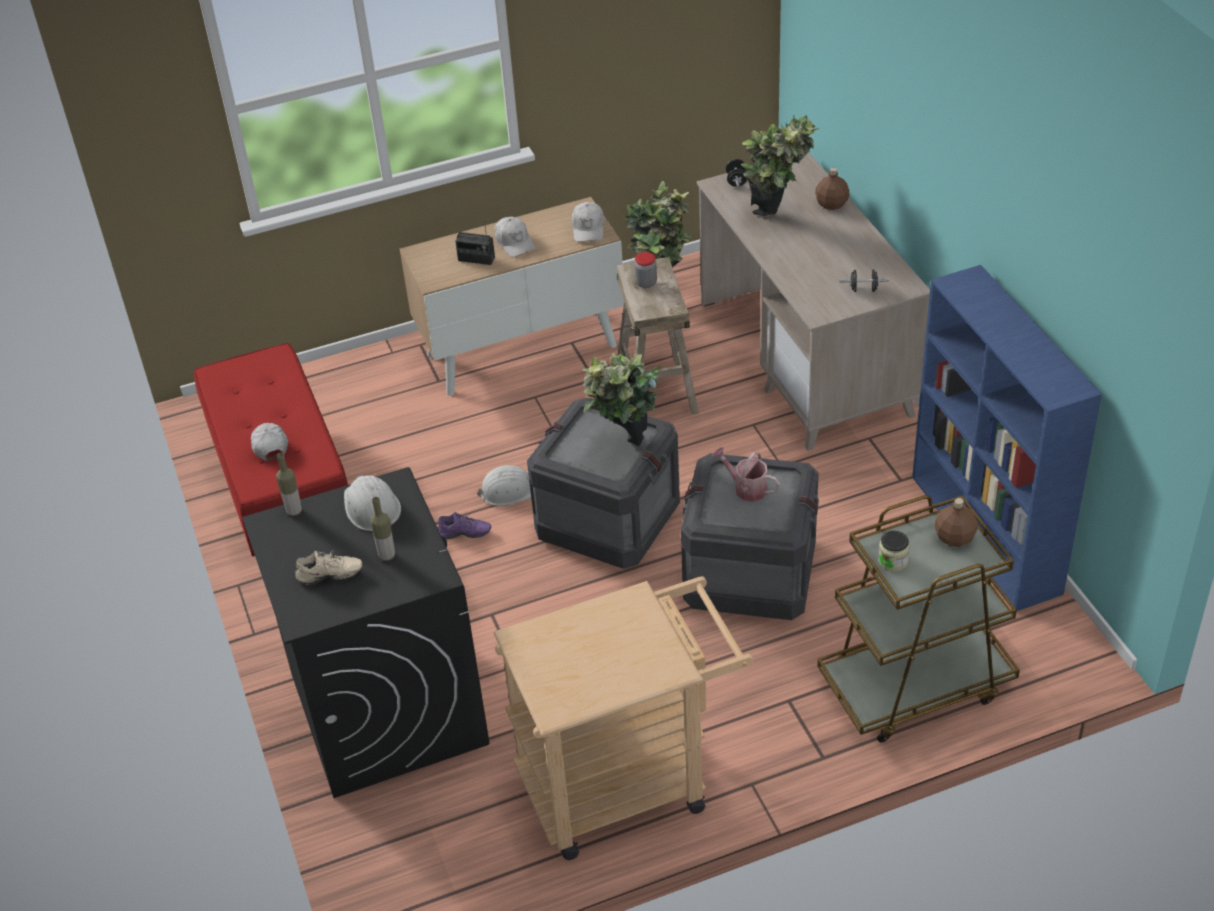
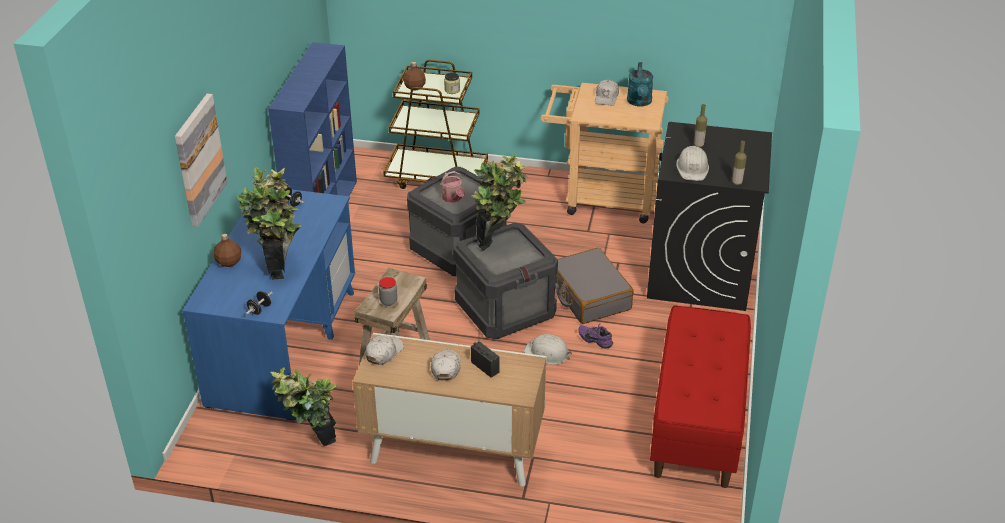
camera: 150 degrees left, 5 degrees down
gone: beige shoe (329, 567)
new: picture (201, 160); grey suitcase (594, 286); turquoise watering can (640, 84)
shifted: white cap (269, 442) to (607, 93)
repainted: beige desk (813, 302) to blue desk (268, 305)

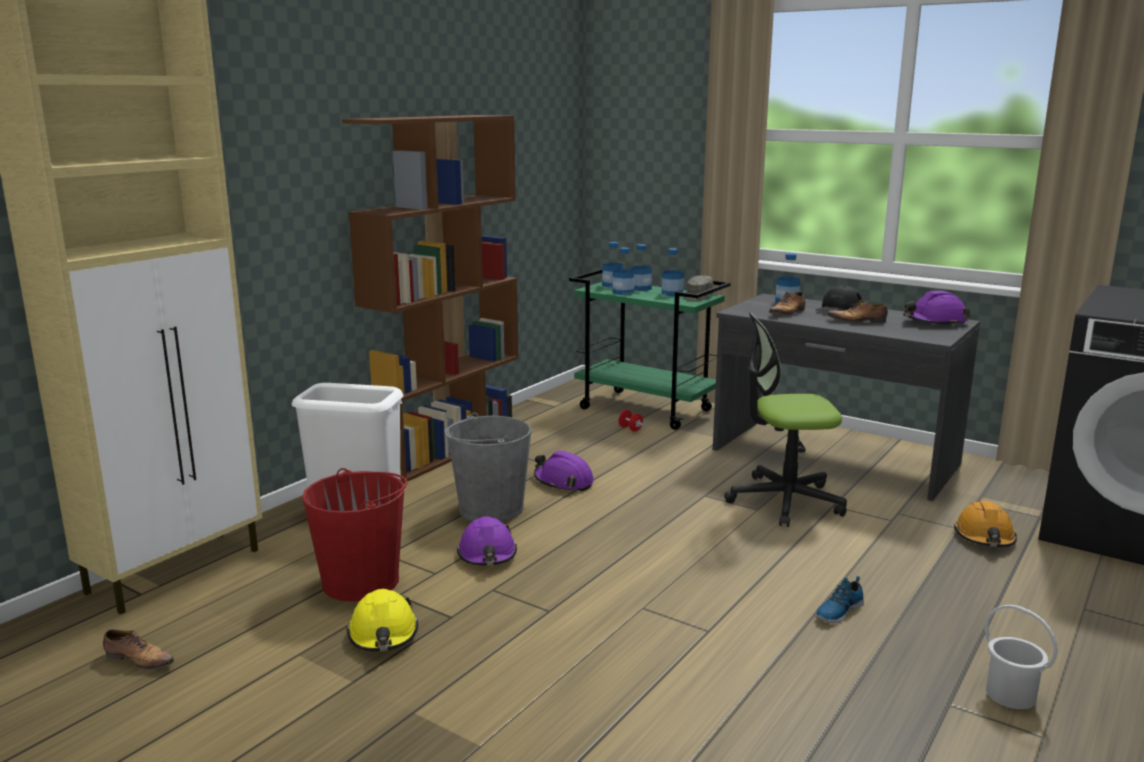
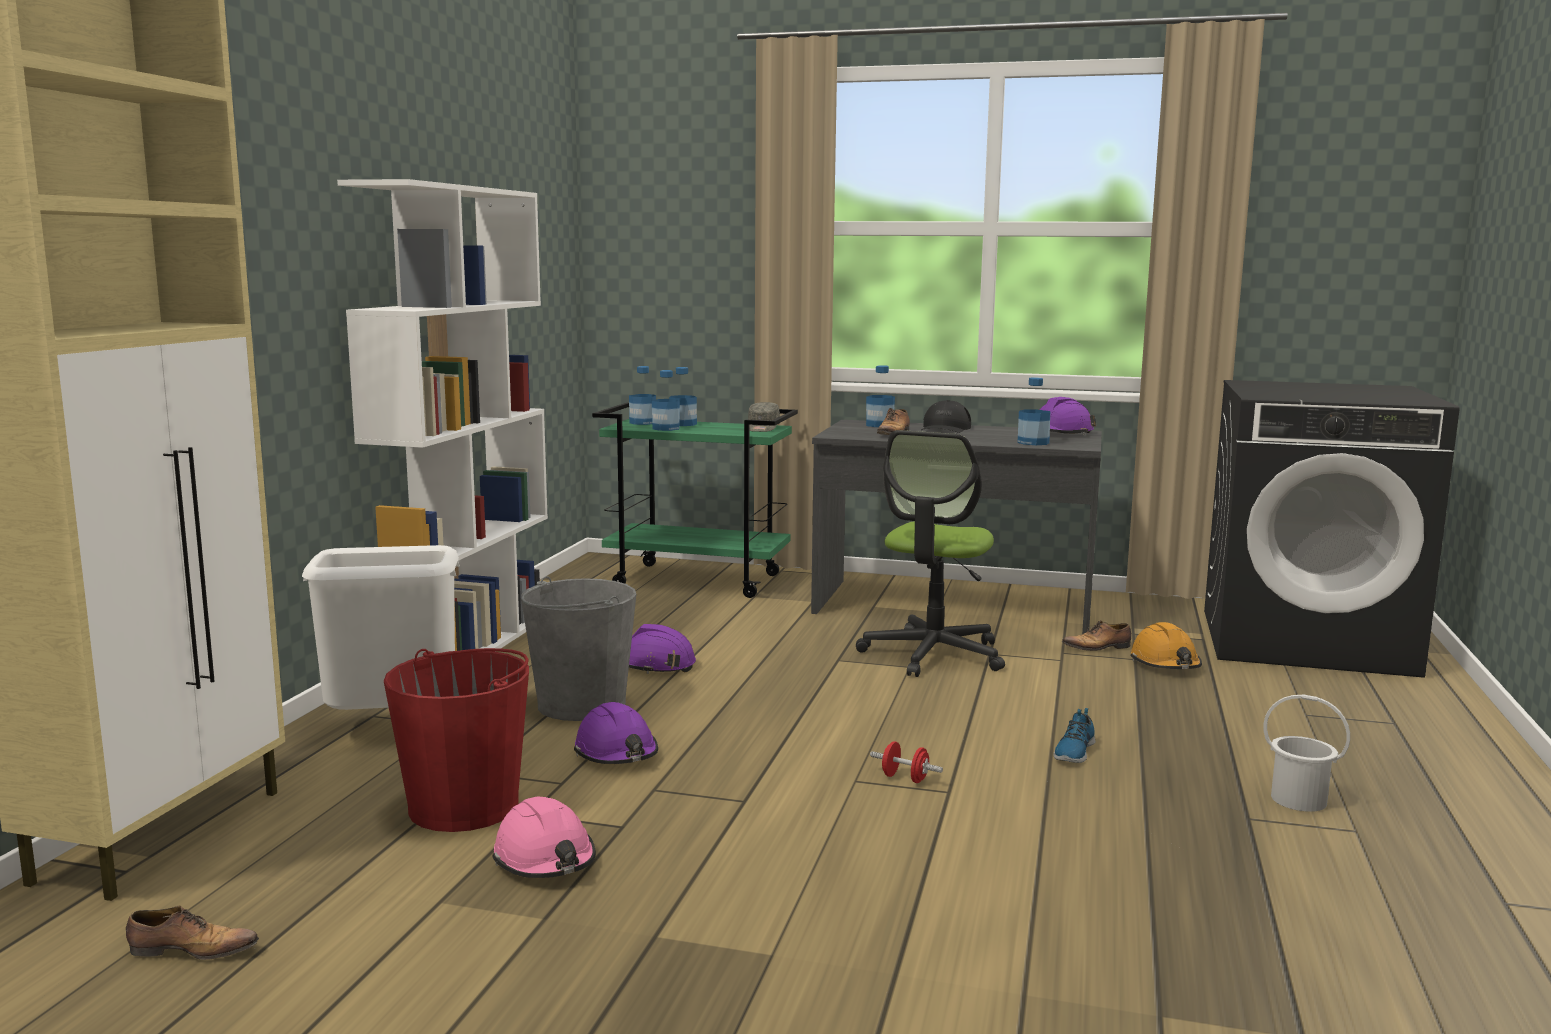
camera: 20 degrees left, 5 degrees down
shifted: red dumbbell (631, 421) to (906, 762); bottle (673, 272) to (1033, 411); shoe (857, 311) to (1096, 635)
repainted: brown bookcase (430, 299) to white bookcase (442, 415); yellow hard hat (382, 620) to pink hard hat (544, 837)
rotated: office chair (785, 419) = (930, 553) 45 degrees counterclockwise

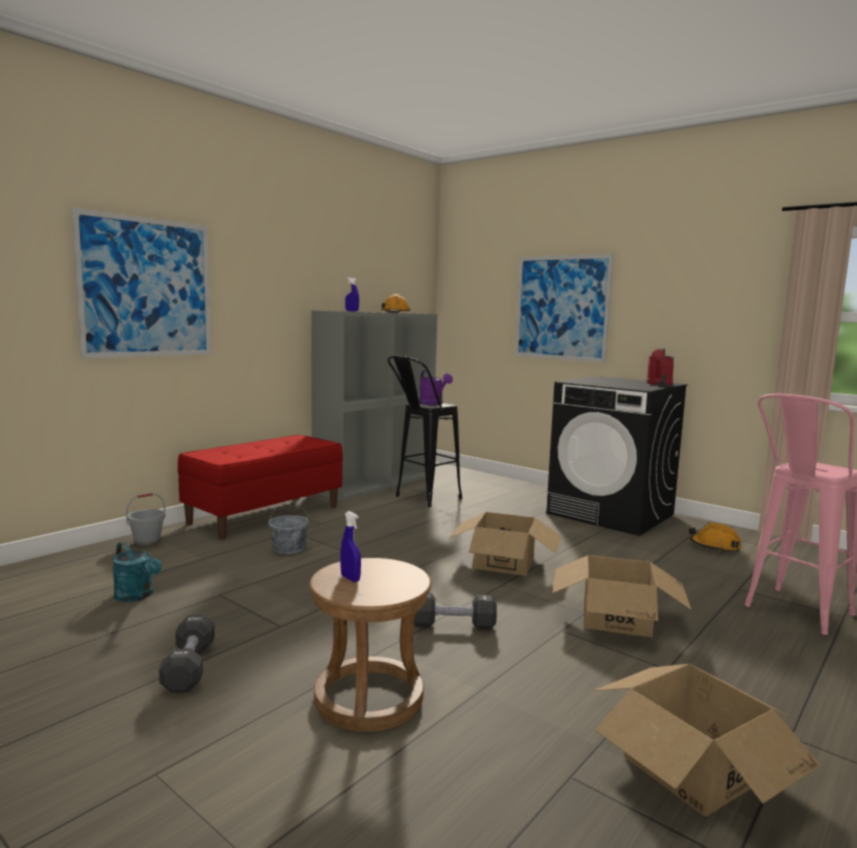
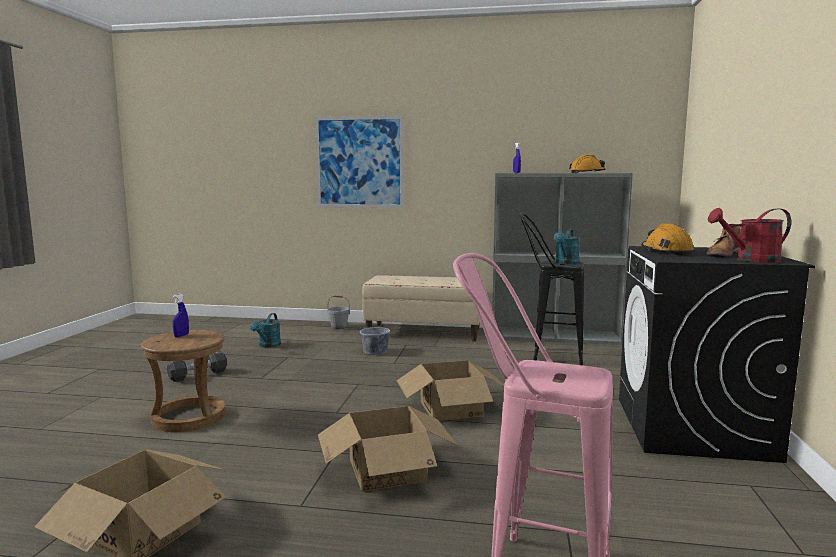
camera: 60 degrees right, 0 degrees up
gone: black dumbbell (455, 611); picture (564, 308)
new: brown boot (724, 240)
shifted: orange hard hat (715, 537) to (668, 239)
repainted: red bench (260, 487) to beige bench (422, 308); purple watering can (436, 387) to turquoise watering can (566, 246)

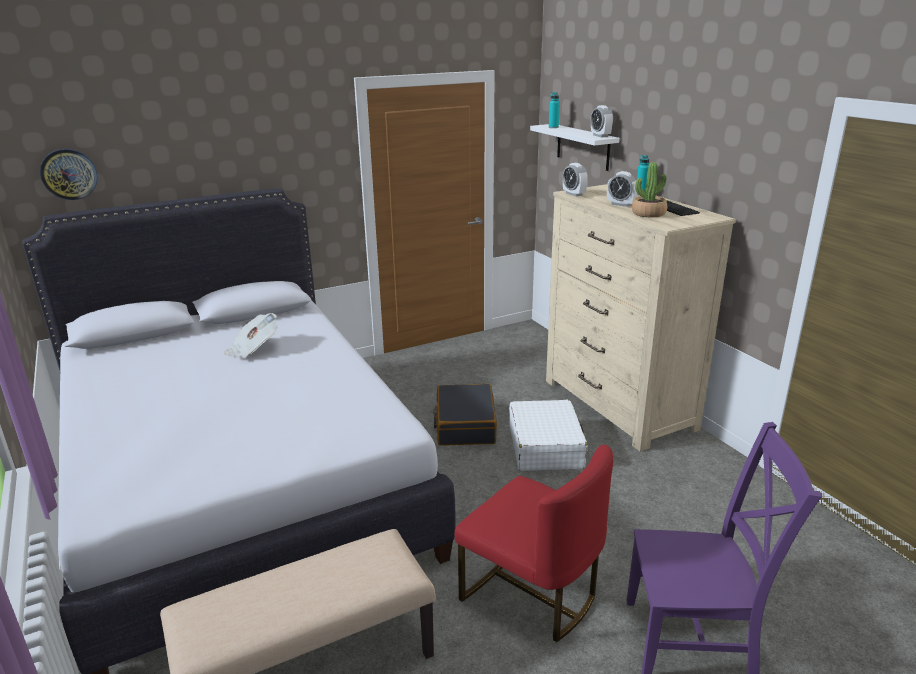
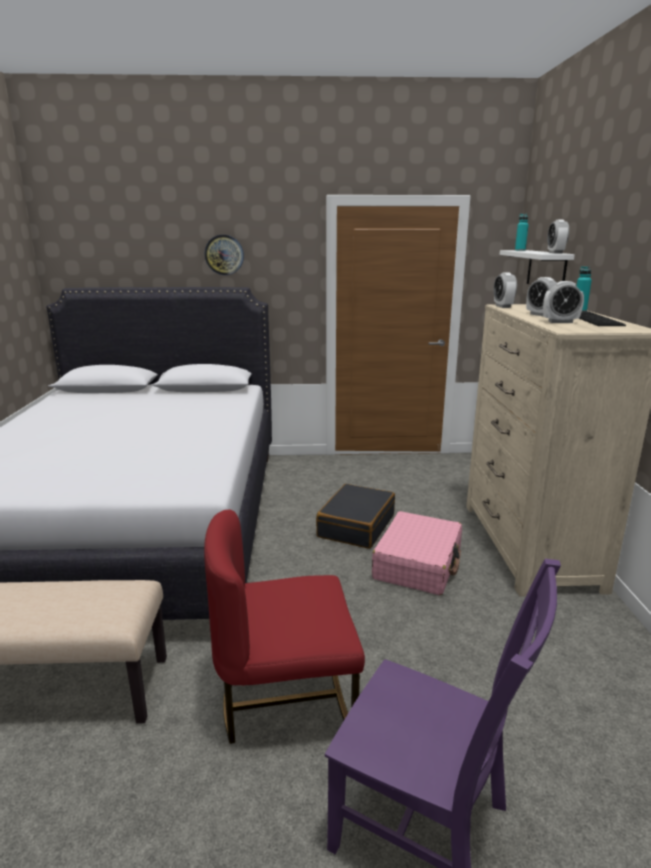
camera: 25 degrees right, 5 degrees down
gone: newspaper (250, 335)
shifted: wall clock (69, 174) to (224, 255)
swapped: potted plant (649, 189) to alarm clock (563, 302)
repainted: white suitcase (548, 435) to pink suitcase (417, 553)
rotated: red chair (534, 543) = (284, 627) 105 degrees clockwise

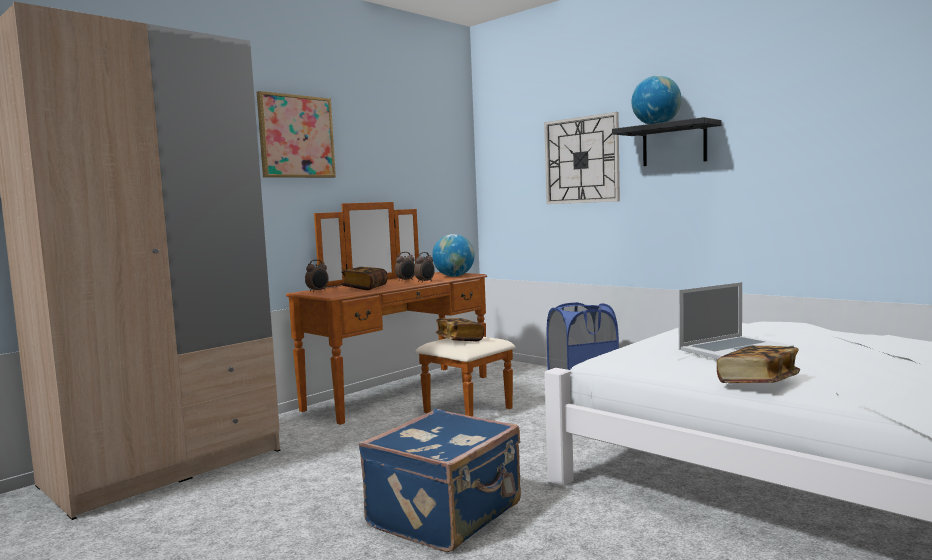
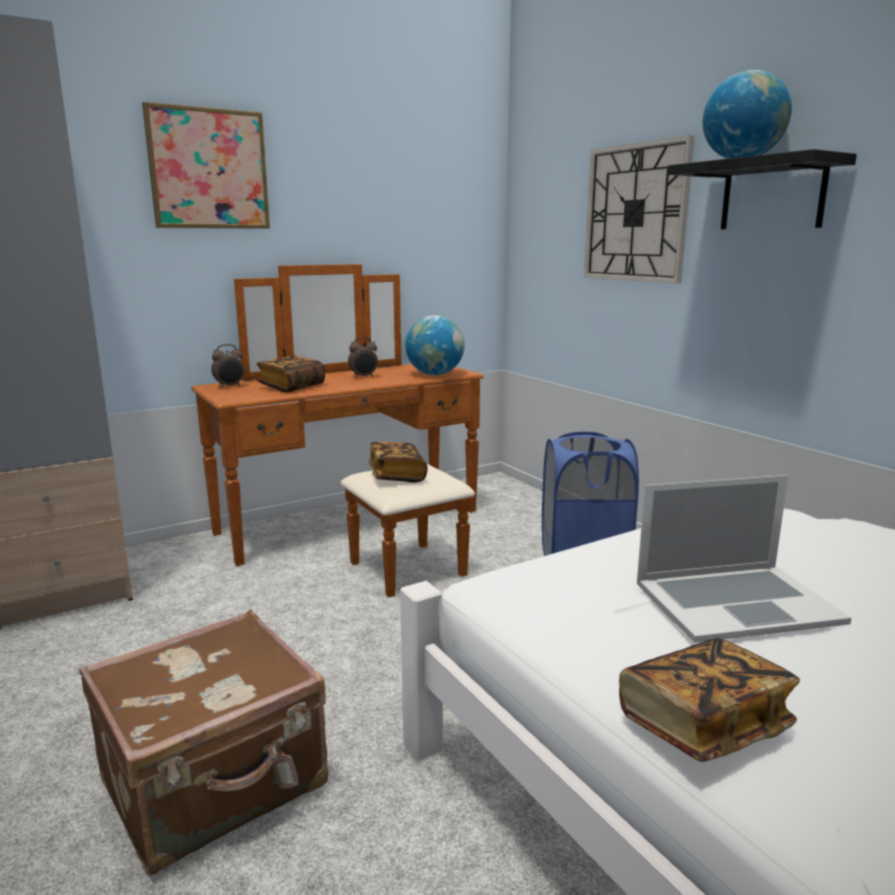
camera: 15 degrees right, 10 degrees up
gone: alarm clock (424, 267)
repainted: blue suitcase (440, 480) to brown suitcase (203, 742)

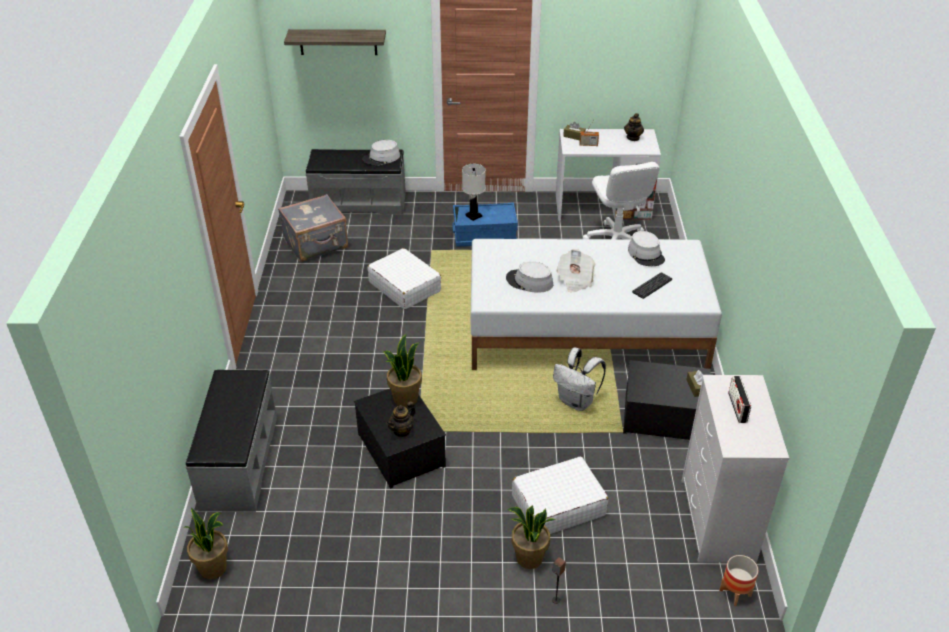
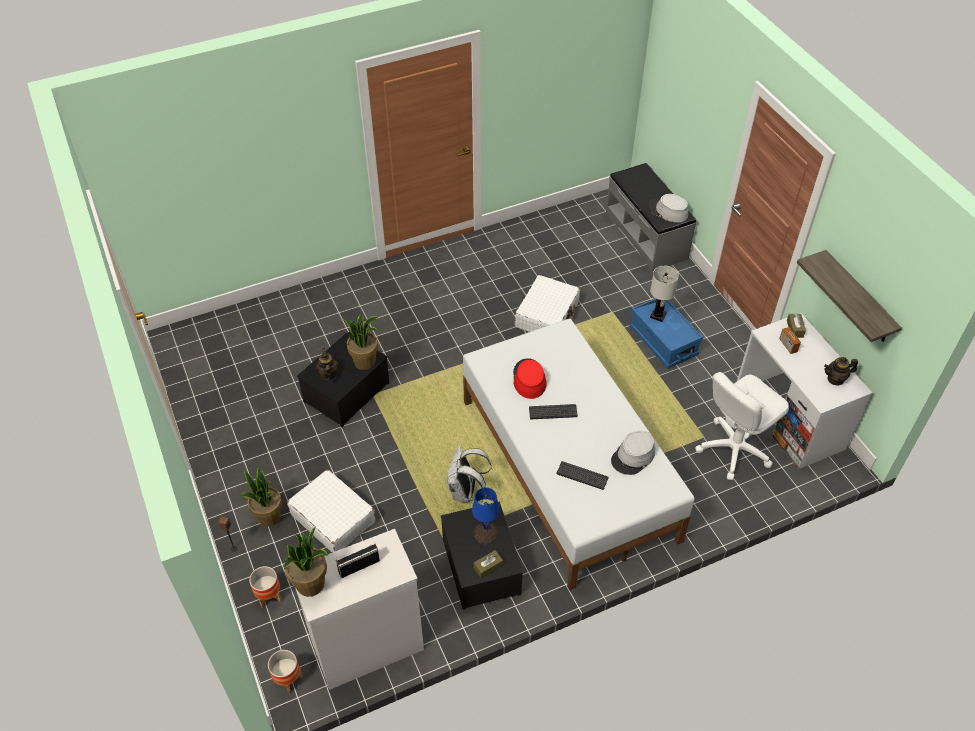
camera: 65 degrees right, 10 degrees up
gone: grey bench (231, 441); grey suitcase (313, 228)
new: planter (265, 587); blue table lamp (486, 516)
shifted: potted plant (206, 543) to (306, 562); shelf (335, 42) to (849, 296)
swapped: newspaper (575, 271) to keyboard (553, 411)
repainted: grey hat (529, 277) to red hat (530, 378)
rotated: teapot (401, 419) = (327, 364) 60 degrees clockwise

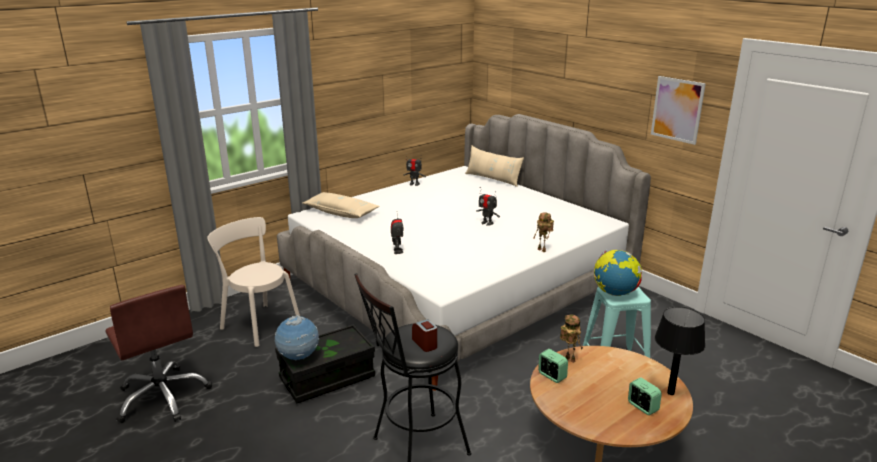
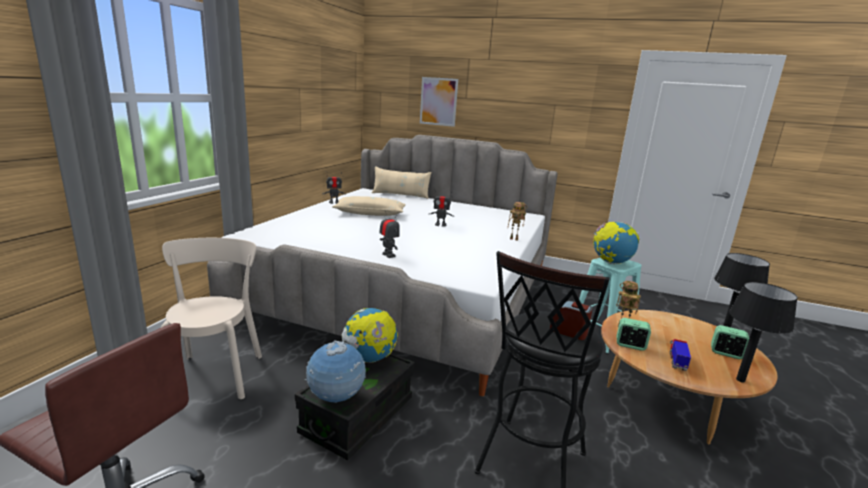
camera: 30 degrees left, 5 degrees down
new: globe (370, 335); toy truck (680, 355); black table lamp (763, 332)
shifted: beige pillow (341, 205) to (369, 206); picture (678, 110) to (439, 102)
rotated: beige chair (253, 282) = (211, 318) 75 degrees clockwise

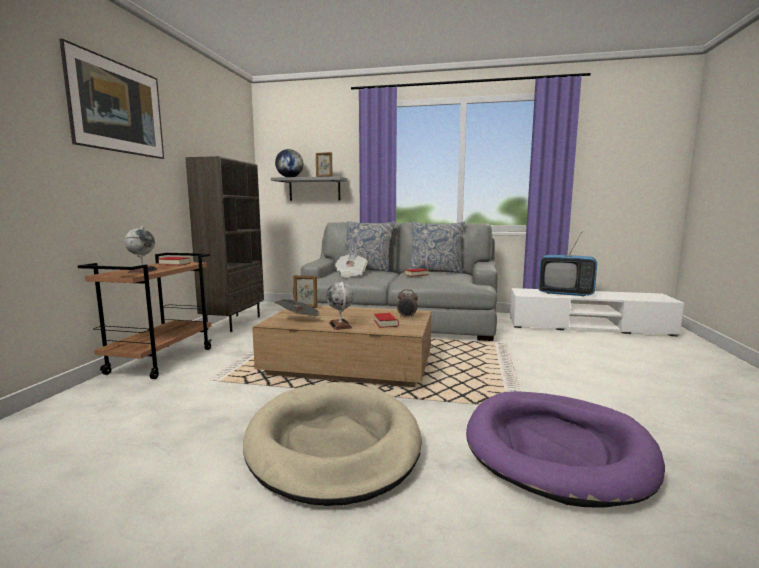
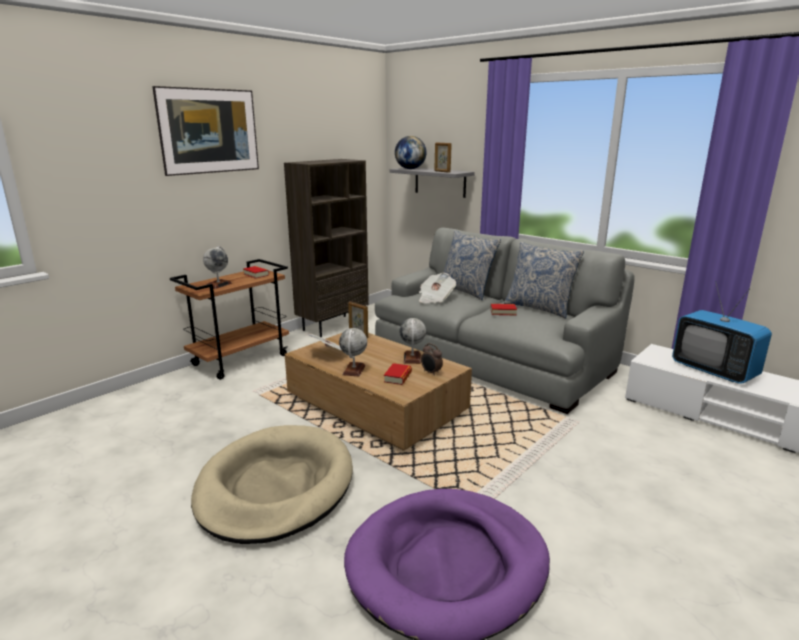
camera: 30 degrees right, 10 degrees up
new: globe (412, 341)

